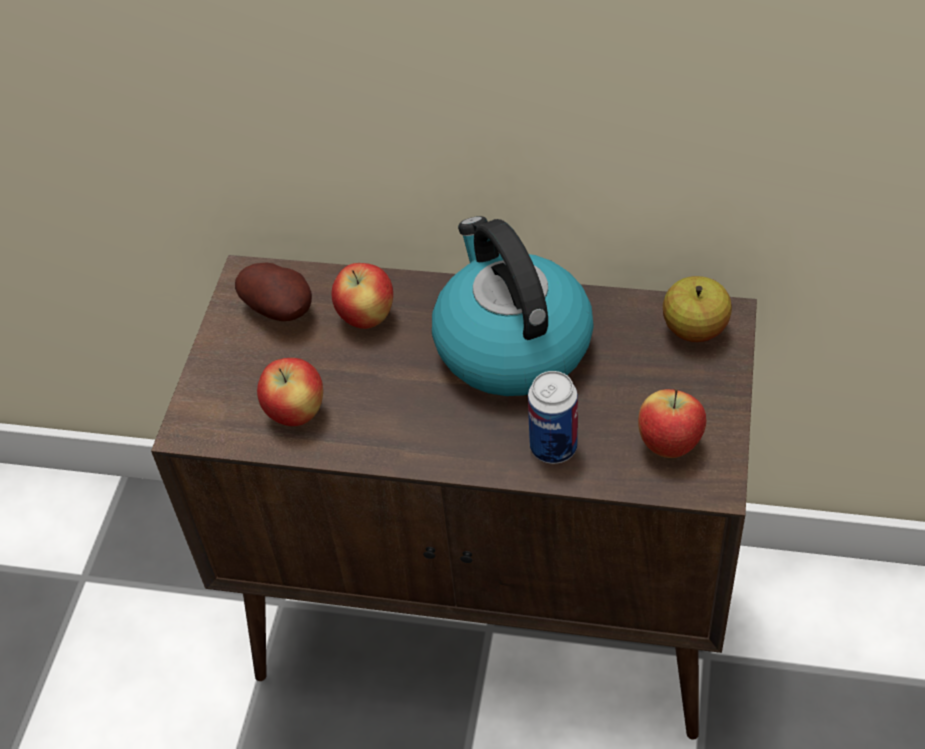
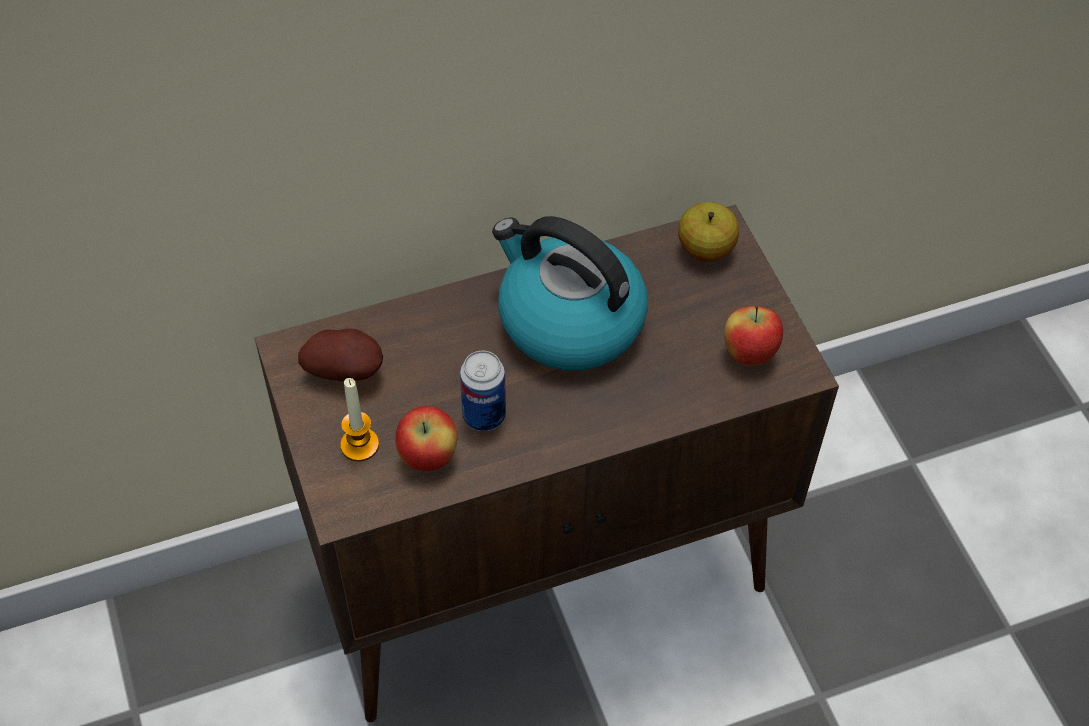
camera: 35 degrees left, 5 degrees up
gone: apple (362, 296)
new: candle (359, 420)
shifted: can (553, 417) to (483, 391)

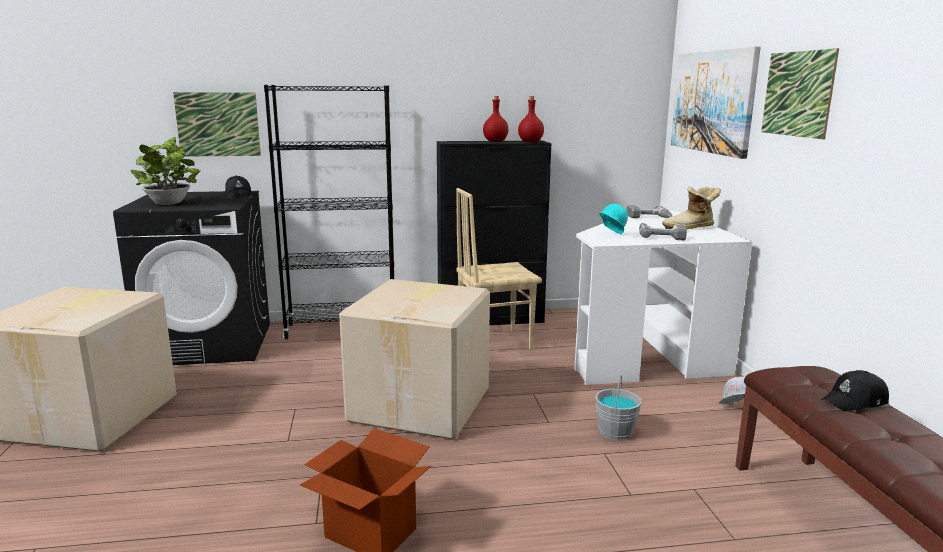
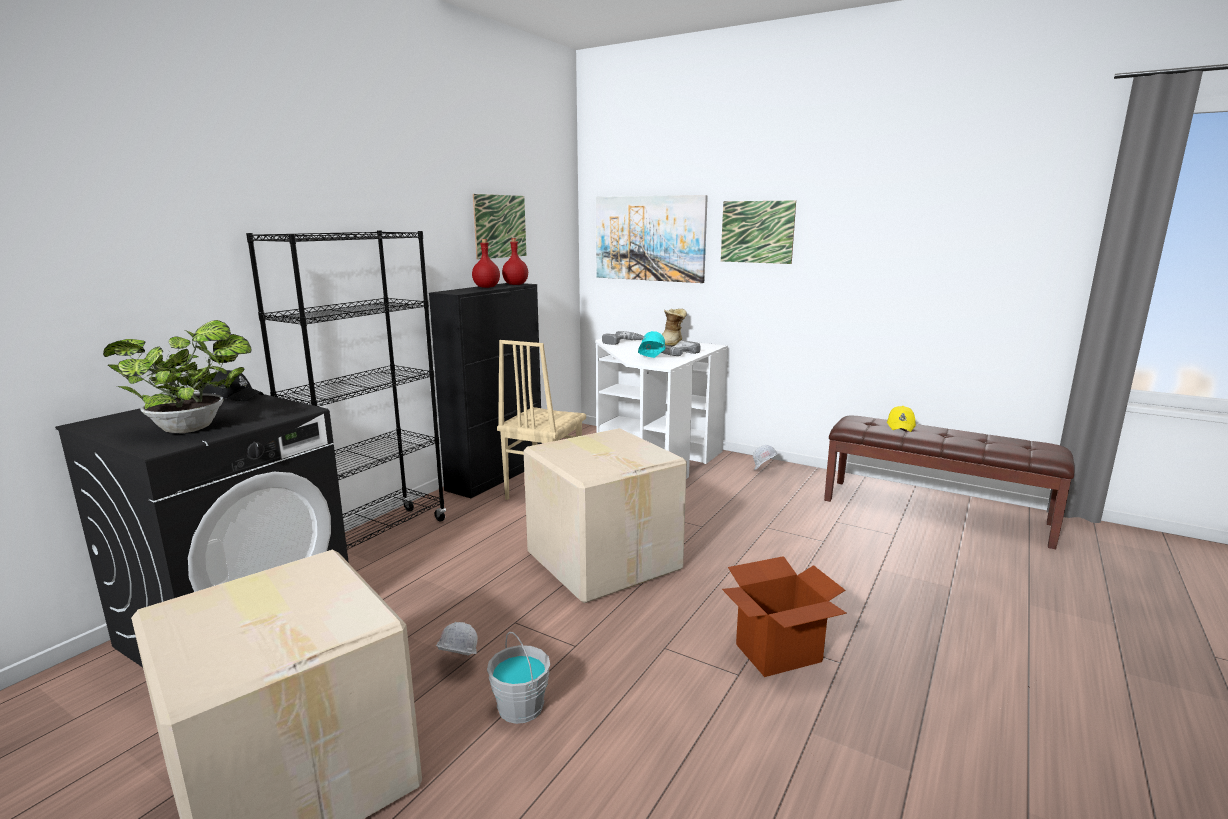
camera: 50 degrees left, 0 degrees up
new: white hard hat (457, 638)
shifted: picture (217, 124) to (499, 227); grey bucket (618, 408) to (518, 678)
repainted: black cap (855, 390) to yellow cap (901, 419)

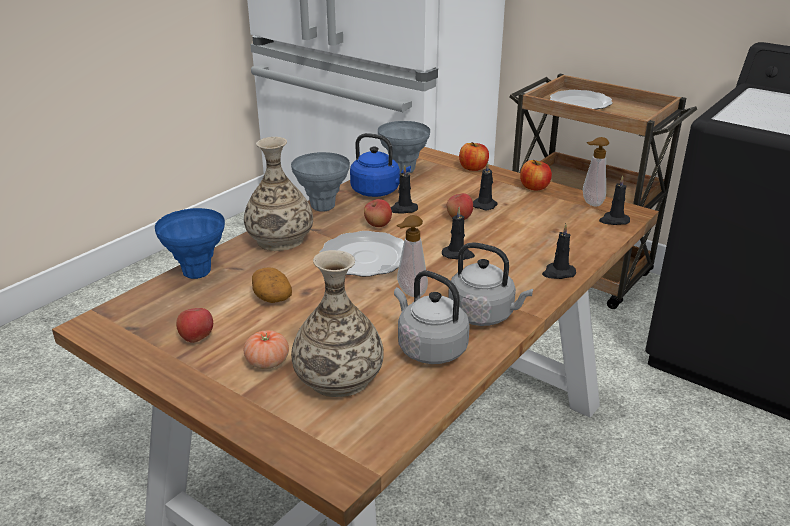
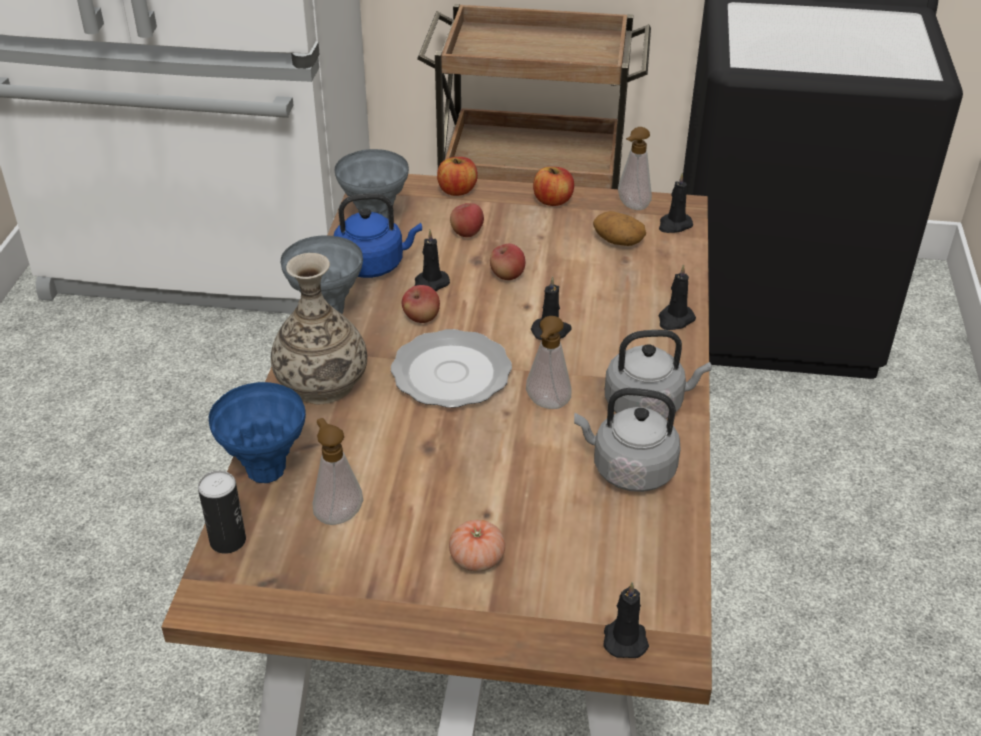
camera: 30 degrees left, 10 degrees up
gone: vase (337, 323); plate (581, 100)
new: can (222, 512); soap dispenser (337, 471)
shifted: apple (194, 325) to (467, 220); potato (272, 285) to (619, 228); black candle (485, 186) to (626, 620)

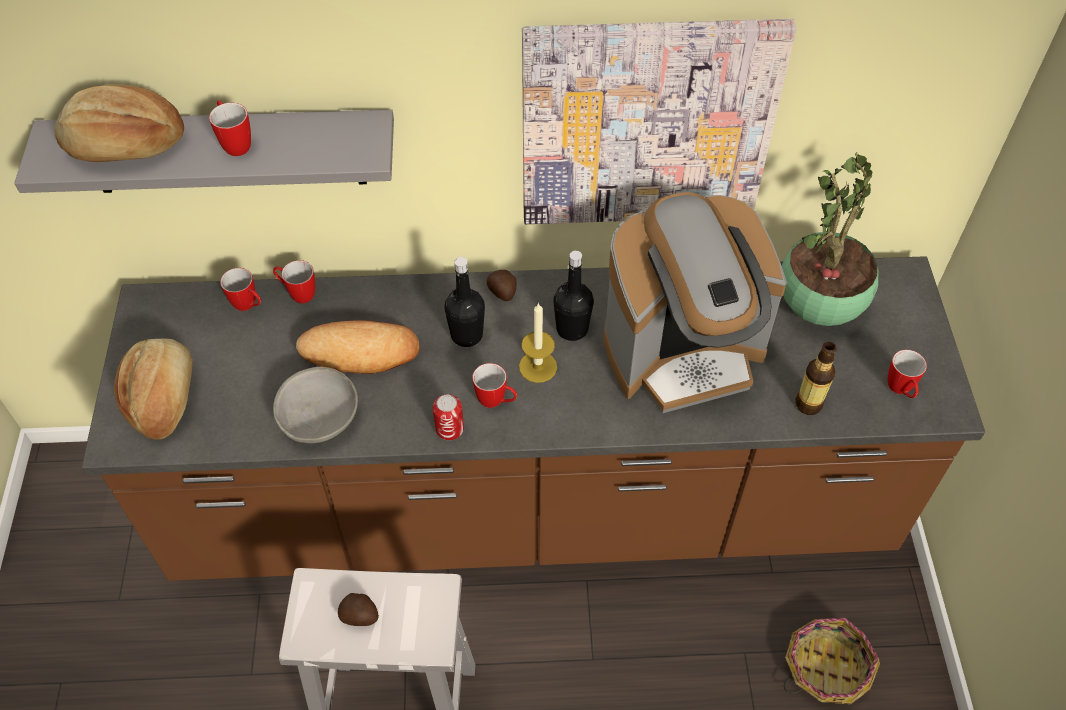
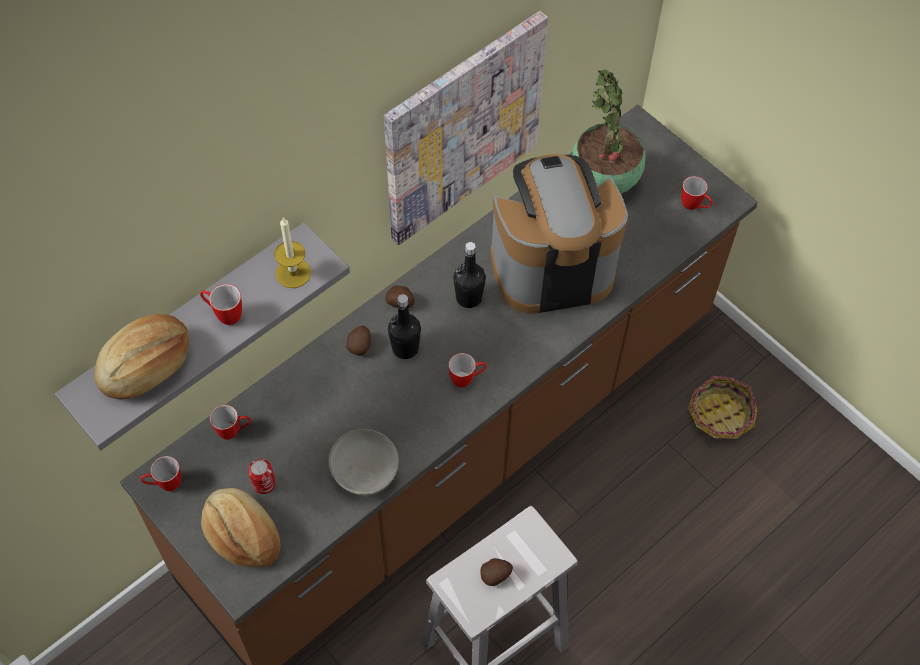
camera: 40 degrees left, 5 degrees up
gone: bread (358, 347); bottle (816, 378)
new: potato (358, 340)
shifted: mug (294, 281) to (161, 473); can (448, 417) to (262, 476); candle (538, 342) to (292, 253)
rotated: coffee machine (695, 302) = (559, 234) 135 degrees counterclockwise

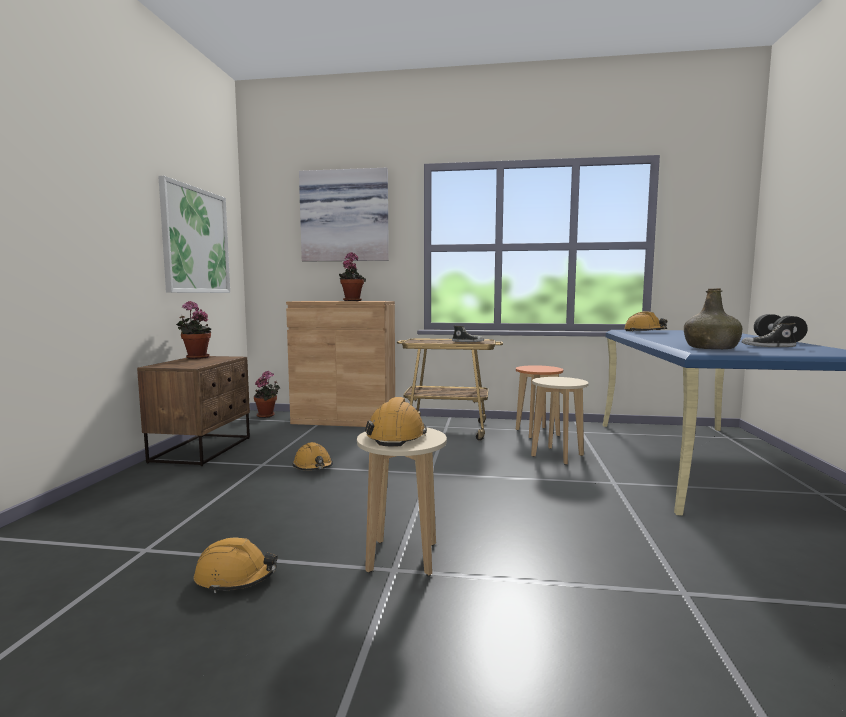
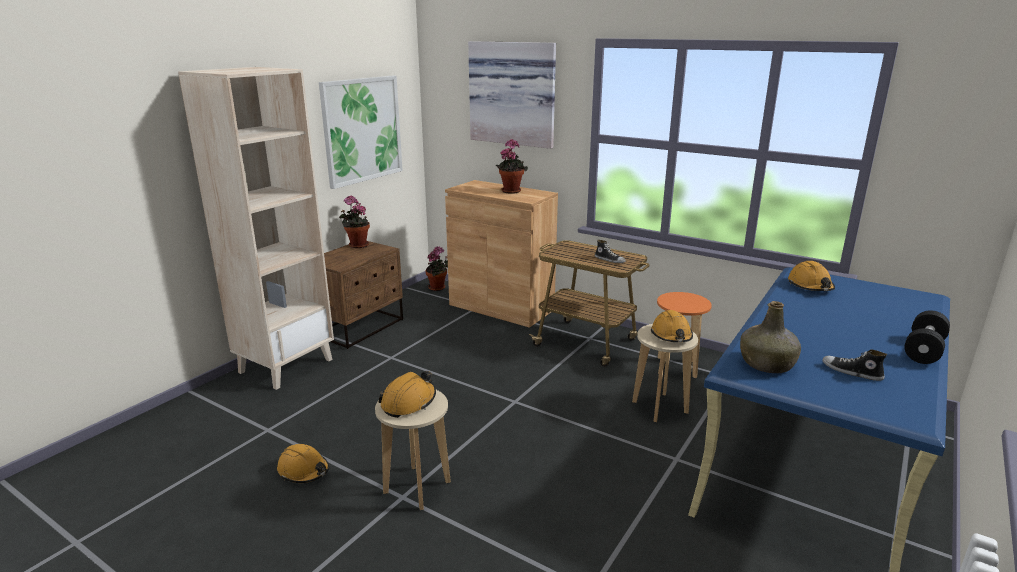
camera: 25 degrees right, 15 degrees up
new: beige bookcase (256, 228)
shifted: orange hard hat (313, 456) to (672, 326)

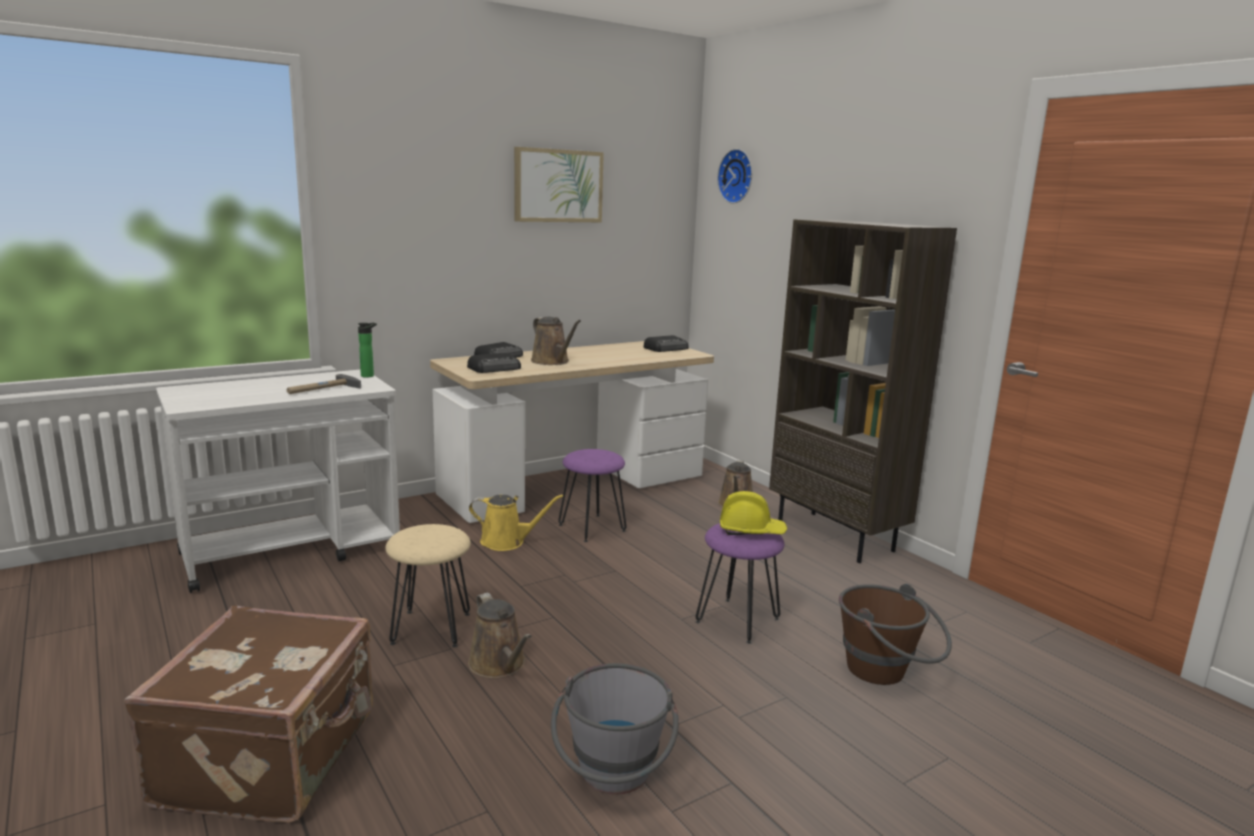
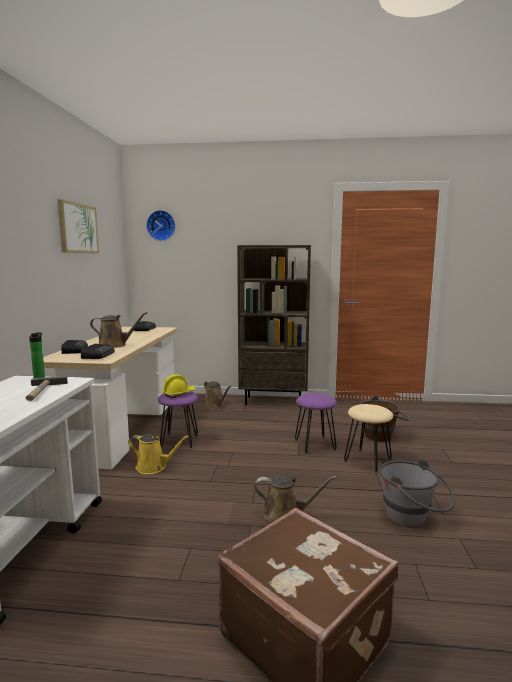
camera: 50 degrees left, 5 degrees down
shifted: beige stool (428, 586) to (368, 438); yellow hard hat (753, 513) to (179, 386)
rotated: yellow watering can (516, 523) = (158, 454) 60 degrees clockwise

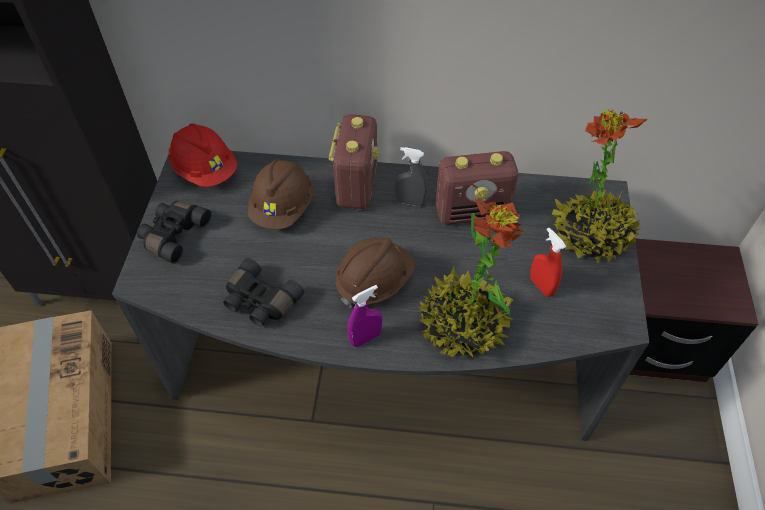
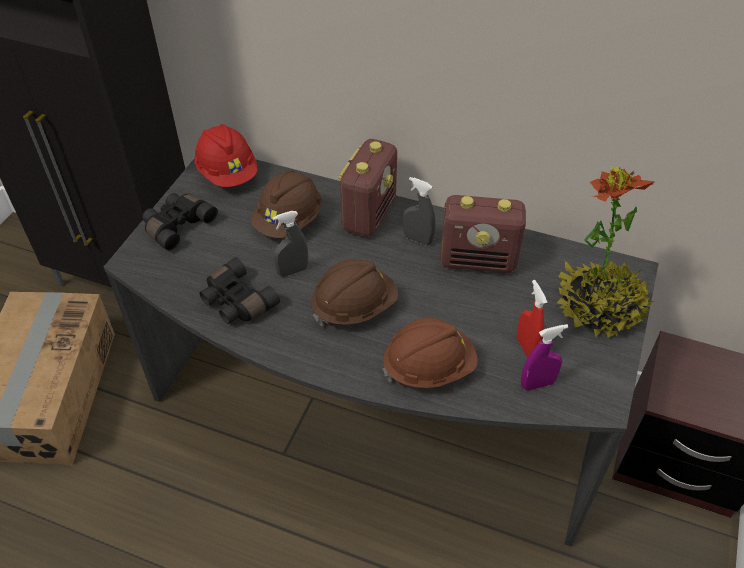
camera: 15 degrees right, 5 degrees down
new: grey spray bottle (290, 244)
shifted: purple spray bottle (364, 316) to (544, 357)
swapped: potted plant (472, 277) to brown hard hat (430, 353)

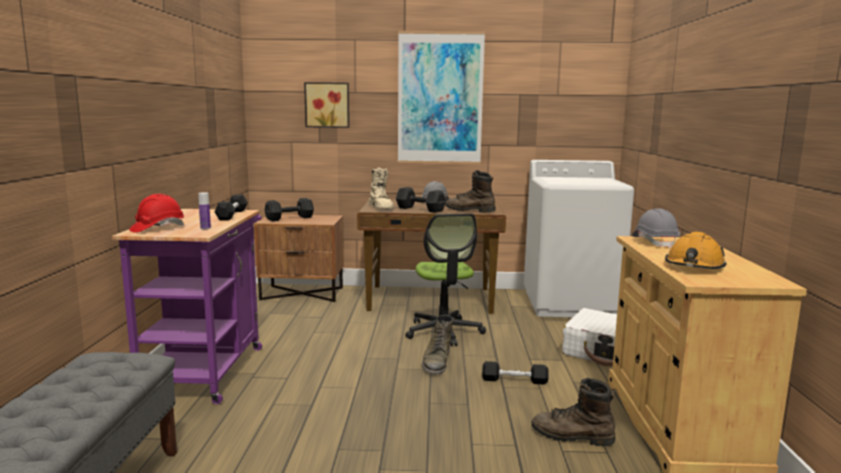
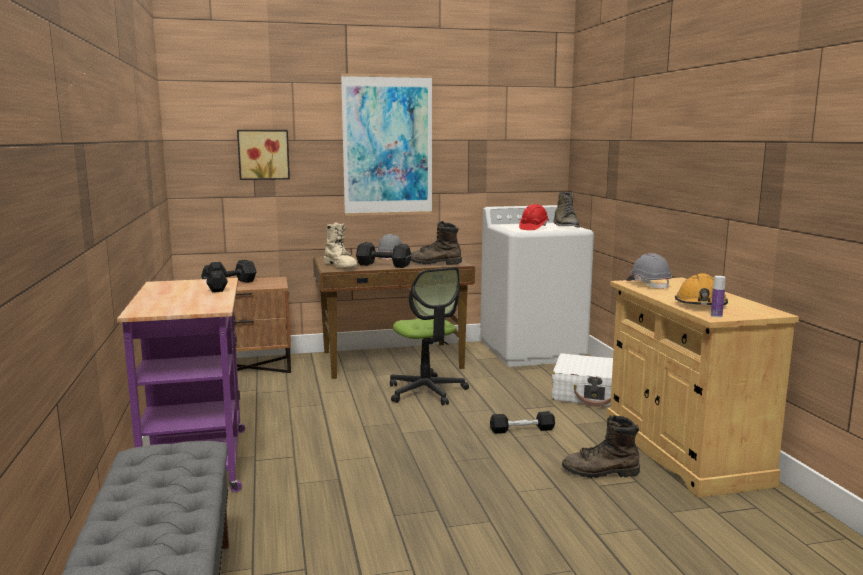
camera: 15 degrees left, 0 degrees up
shifted: red hard hat (156, 213) to (534, 217); bottle (204, 210) to (718, 296); green boot (437, 344) to (567, 210)

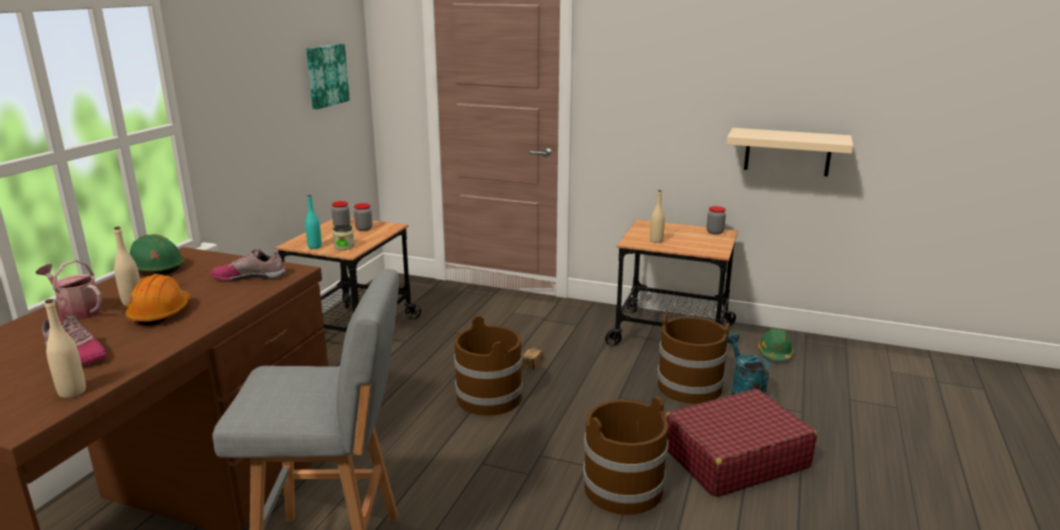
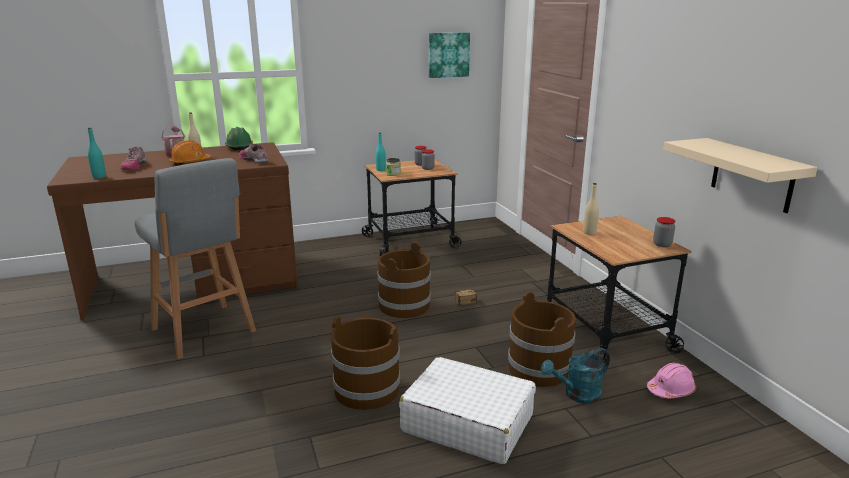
camera: 50 degrees right, 0 degrees up
repainted: beige bottle (65, 348) to turquoise bottle (97, 153); red suitcase (741, 443) to white suitcase (467, 410); green hard hat (776, 344) to pink hard hat (671, 380)
rotated: turquoise watering can (748, 364) = (575, 376) 150 degrees counterclockwise

